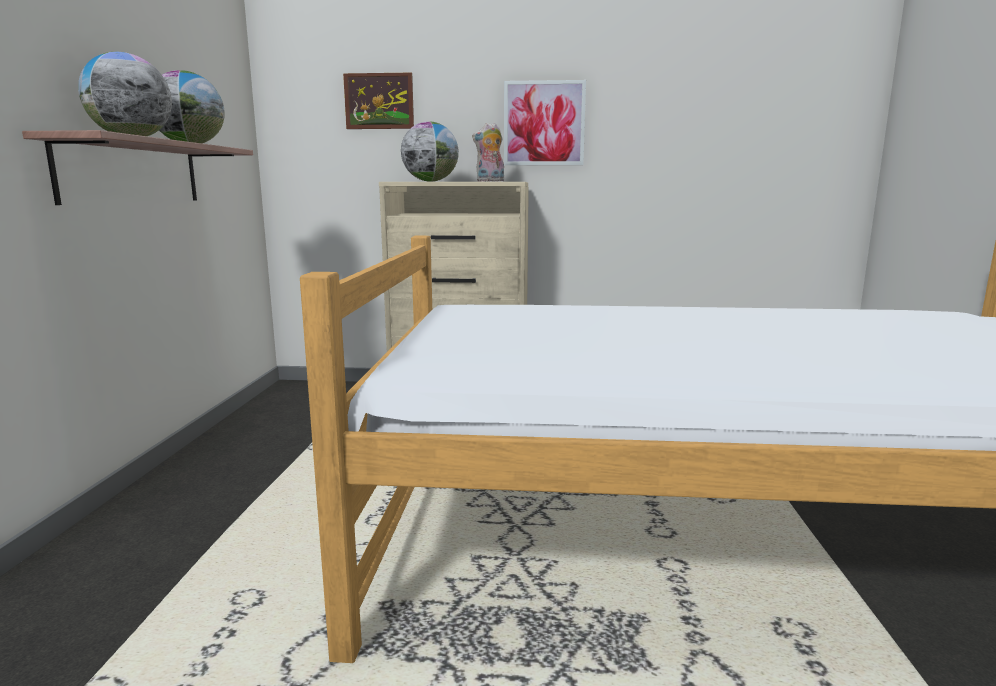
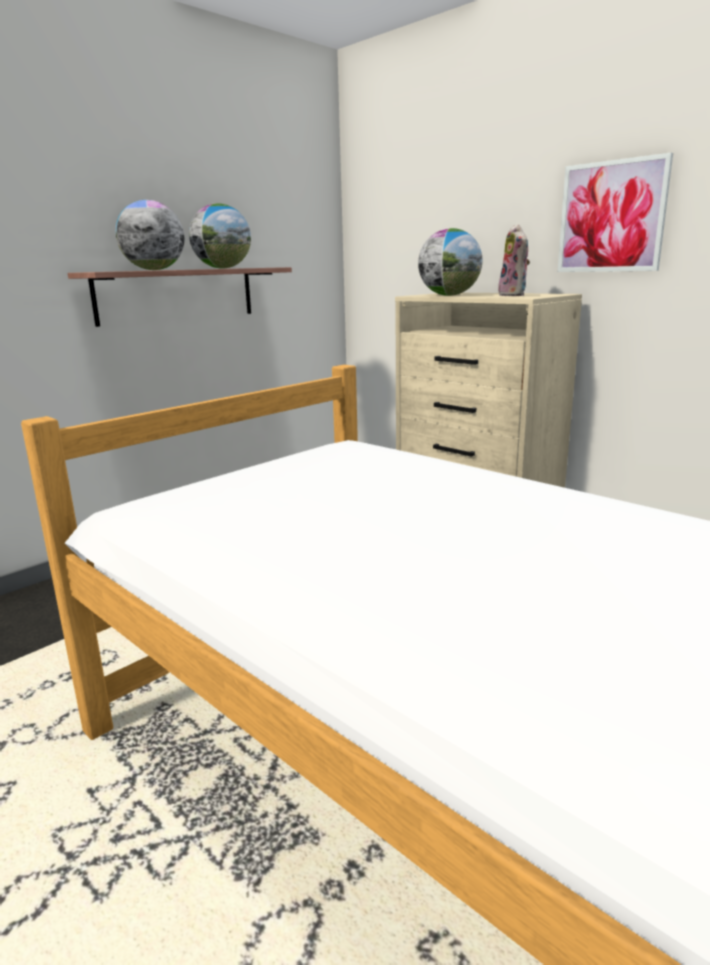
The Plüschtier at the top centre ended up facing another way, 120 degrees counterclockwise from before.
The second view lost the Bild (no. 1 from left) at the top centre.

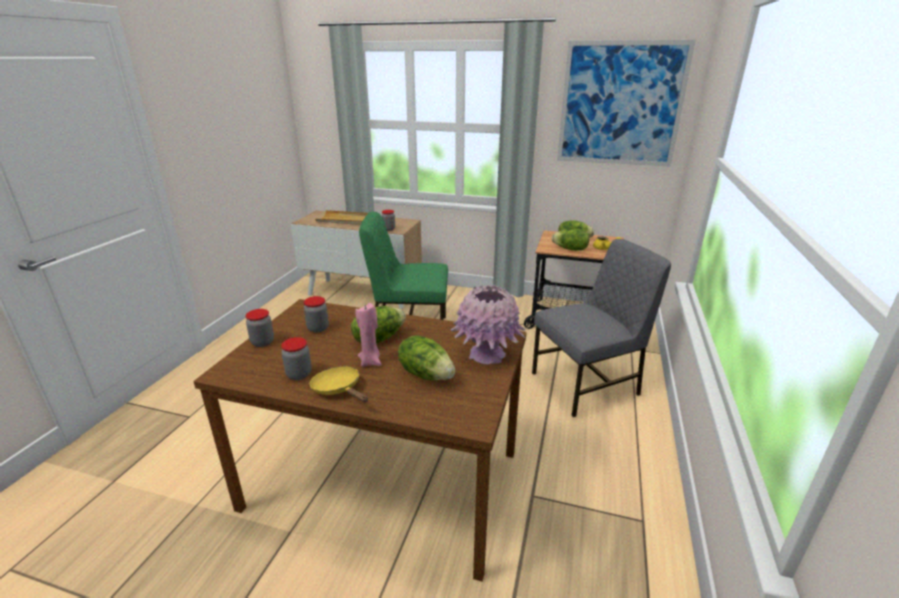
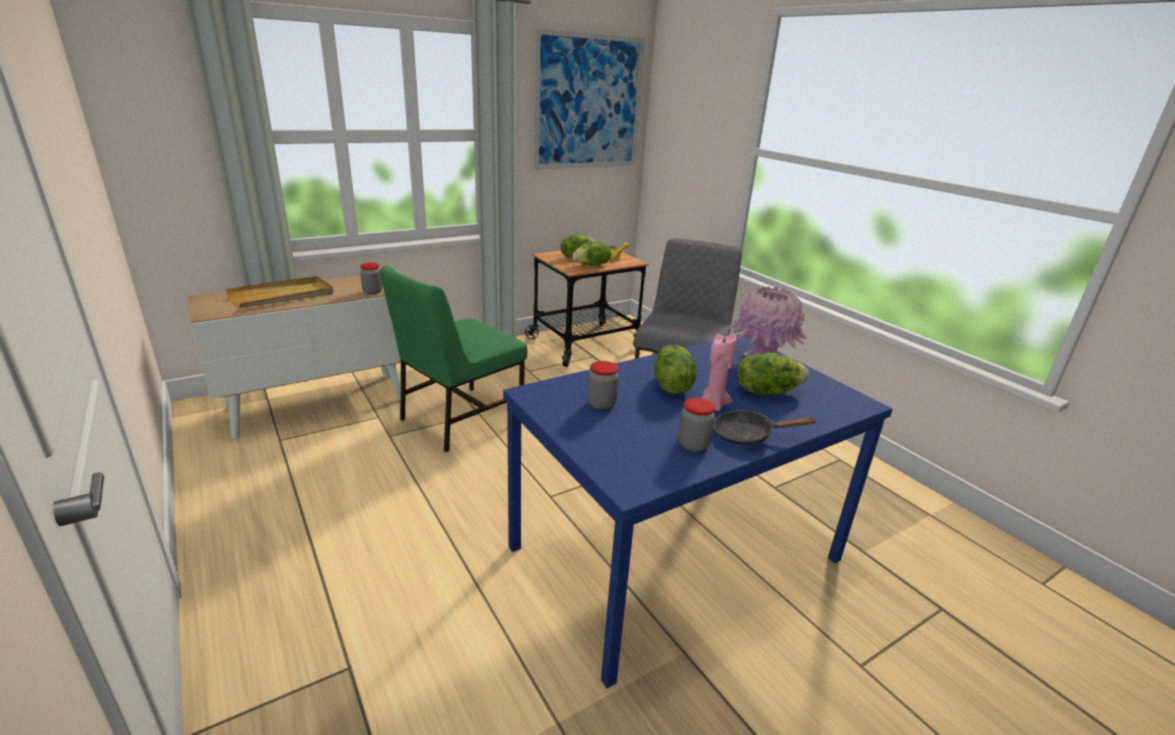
What was the Esstisch/braun at the bottom centre turned into the Esstisch/blau at the bottom centre.
What was the Pfanne/gelb at the centre turned into the Pfanne/schwarz at the centre.
The second view lost the Vorratsglas (no. 1 from left) at the middle left.

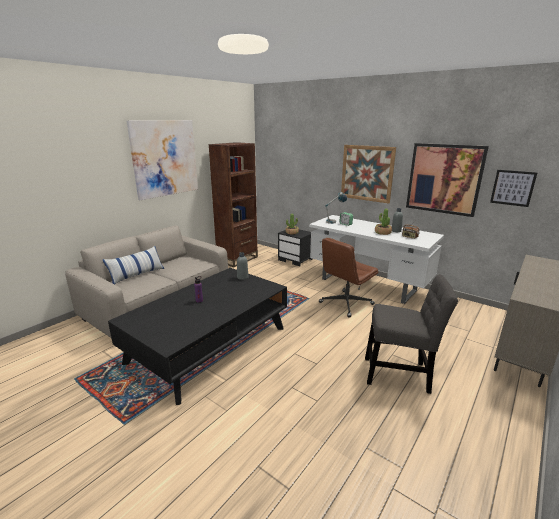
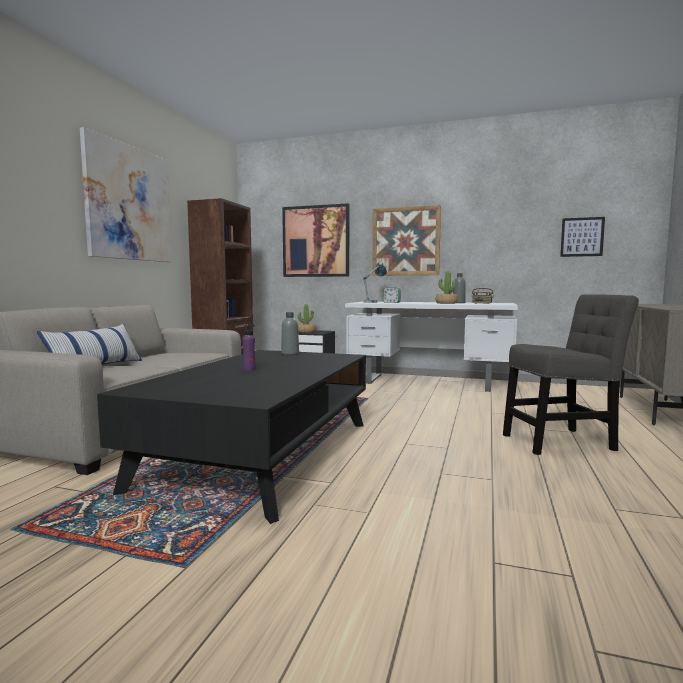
The Bild (no. 3 from left in the first image) ended up elsewhere, having gone from the middle right to the centre.
The second view lost the Bürostuhl/braun at the centre.

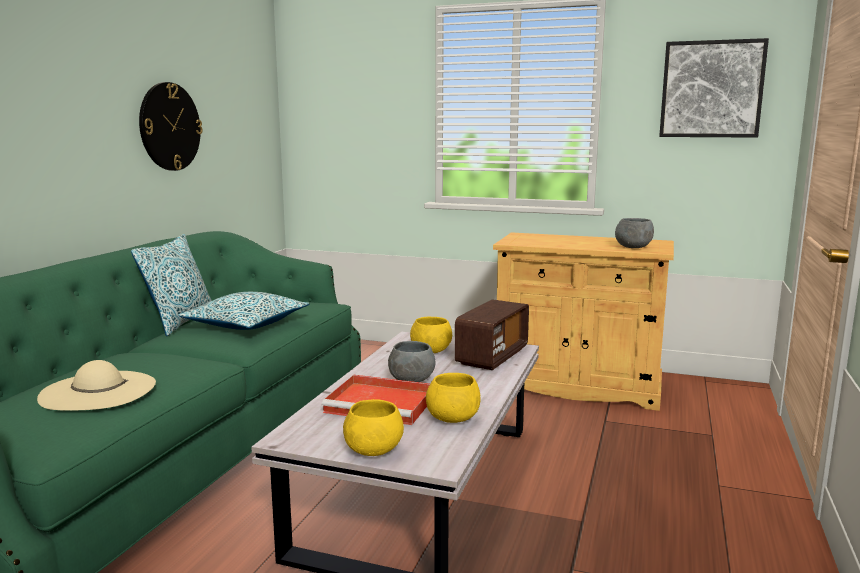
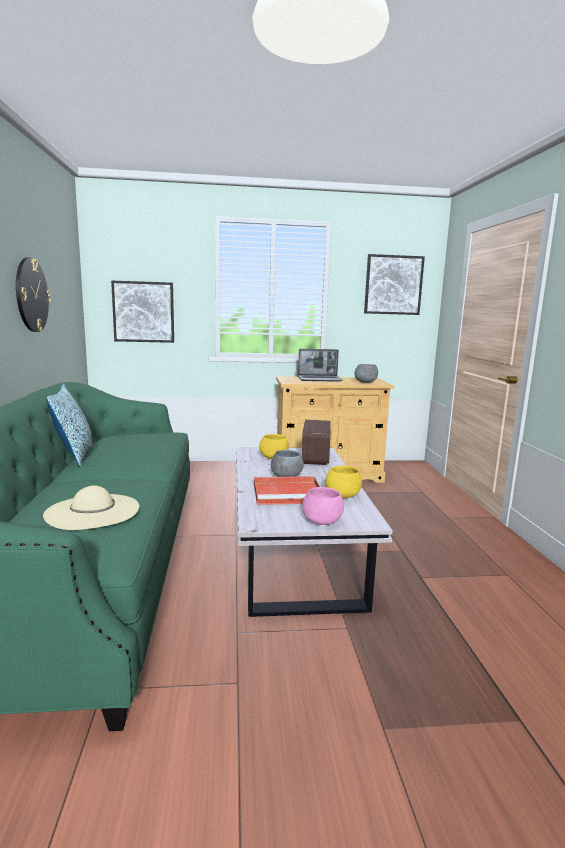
The second view gained the Bild (no. 1 from left) at the middle left.
The second view gained the Laptop at the centre.
What was the Schüssel/gelb (no. 1 from left) at the bottom centre turned into the Schüssel/rosa at the centre.
The second view lost the Kissen (no. 2 from left) at the middle left.

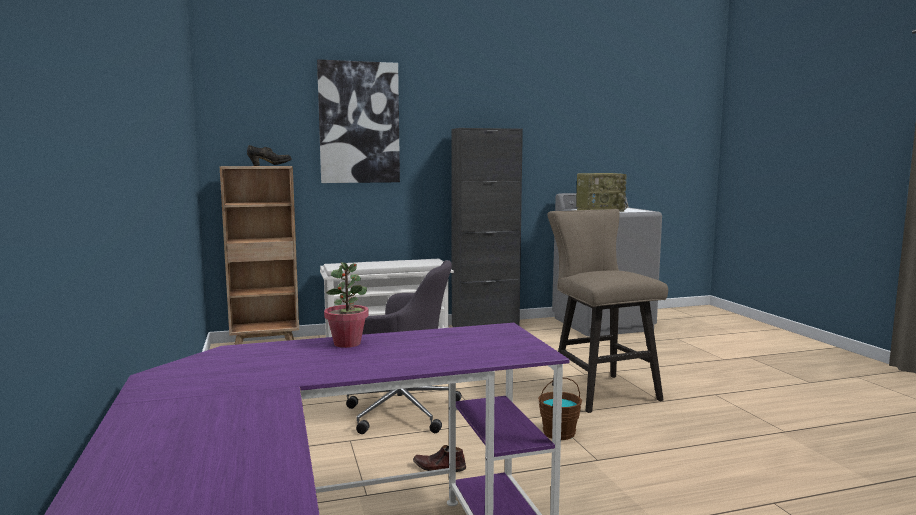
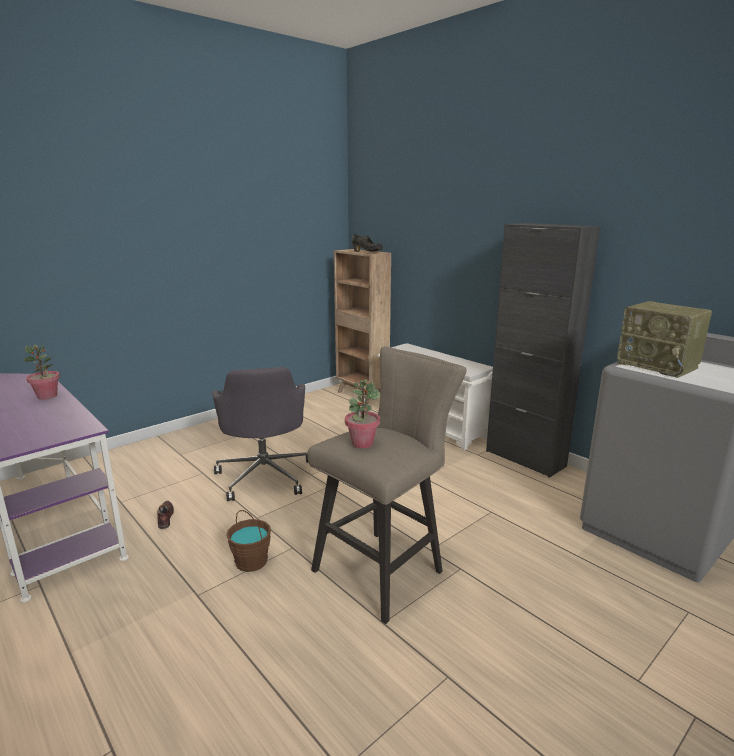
The second view gained the Topfpflanze (no. 2 from left) at the centre.
The second view lost the Bild at the top centre.

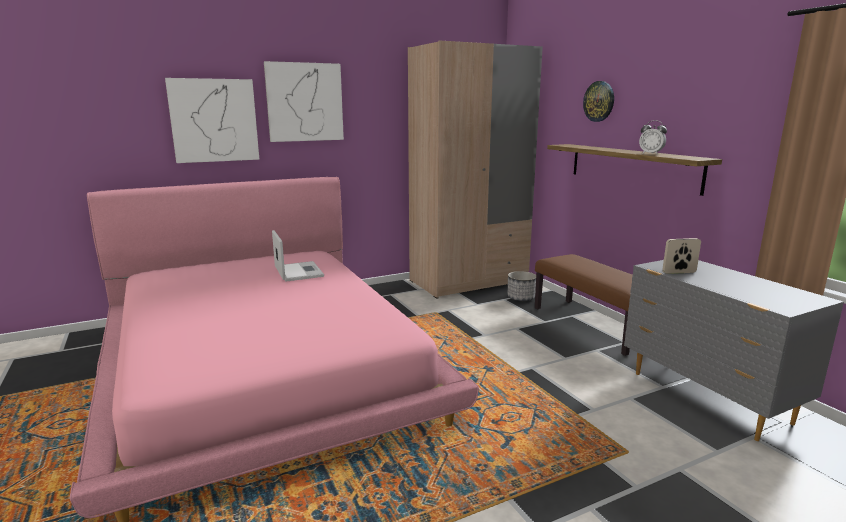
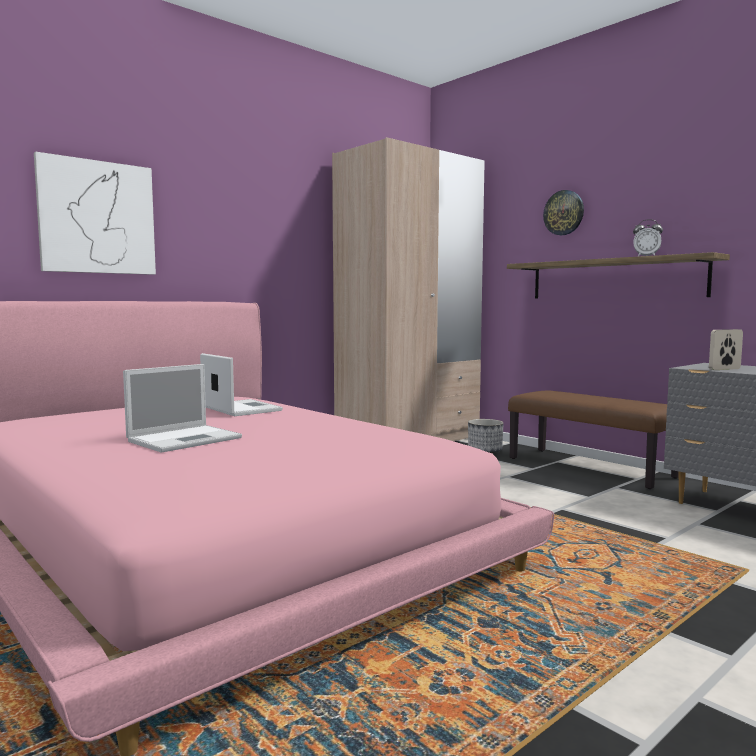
The second view gained the Laptop (no. 1 from left) at the middle left.
The second view lost the Bild (no. 2 from left) at the top centre.

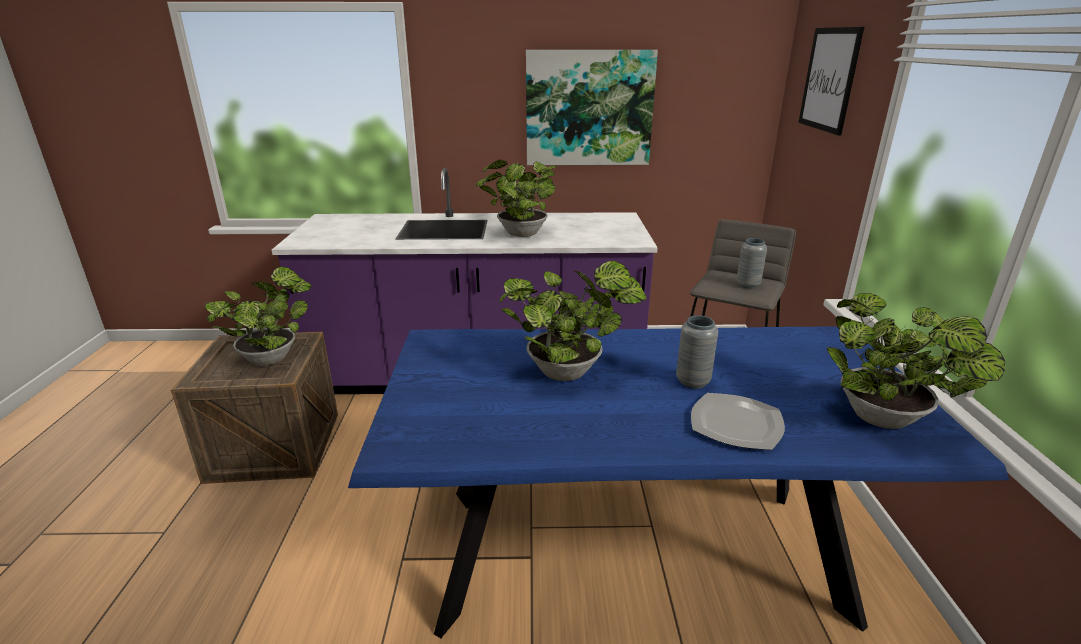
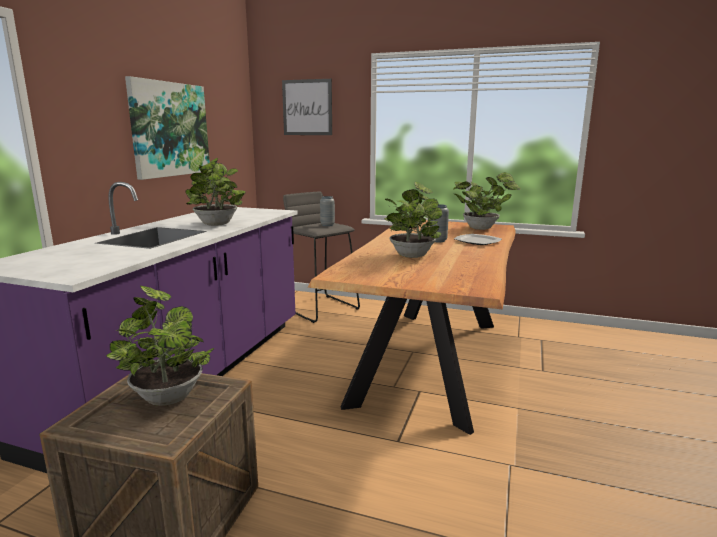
What was the Esstisch/blau at the bottom centre turned into the Esstisch/braun at the centre.

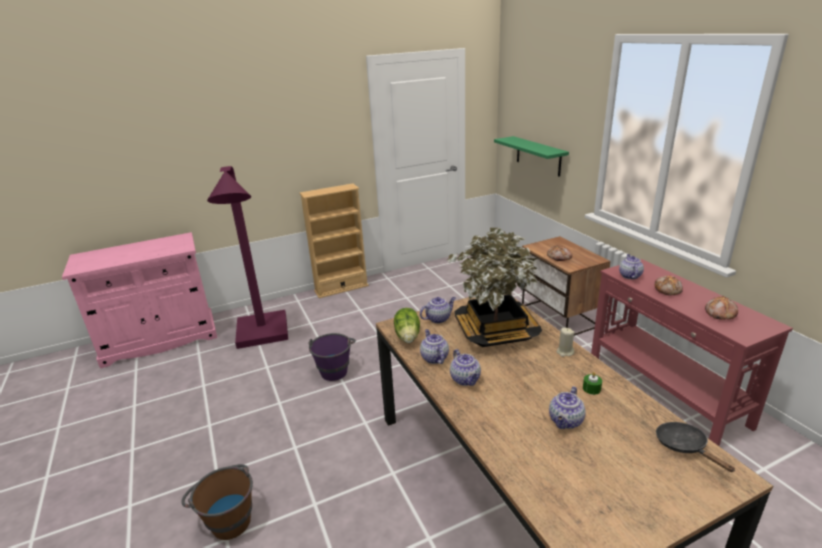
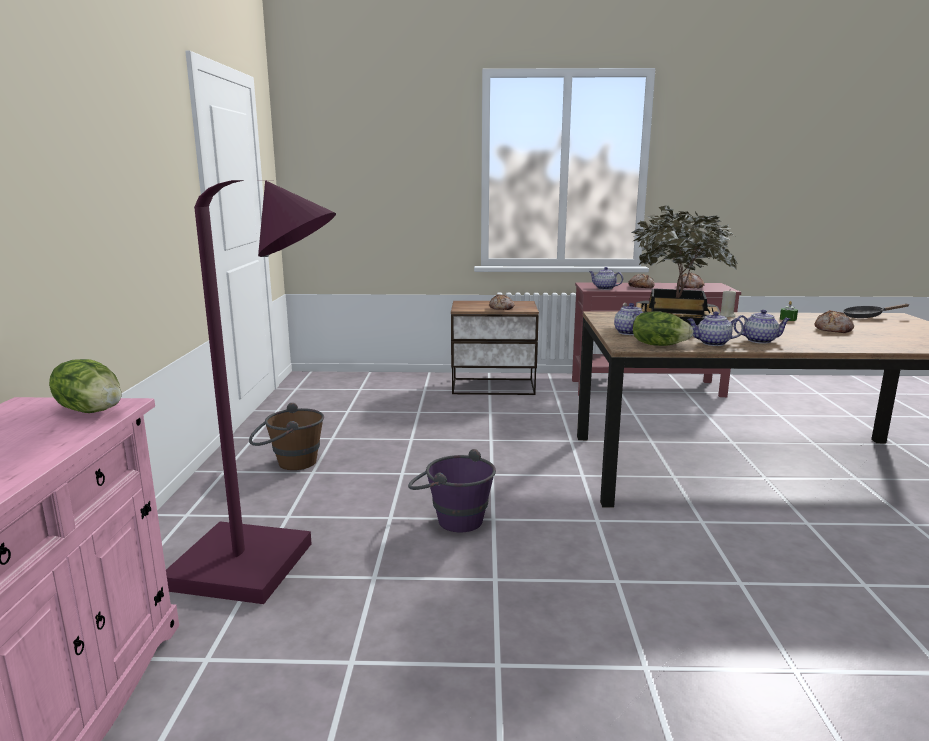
The second view gained the Salatkopf (no. 1 from left) at the middle left.
The Eimer/braun ended up elsewhere, having gone from the bottom left to the middle left.
Where the Teekanne (no. 4 from left) stood at the bottom right, the Brot (no. 4 from left) came to stand at the middle right.
The second view lost the Bücherregal/beige at the centre.
The second view lost the Wandregal/grün at the top centre.

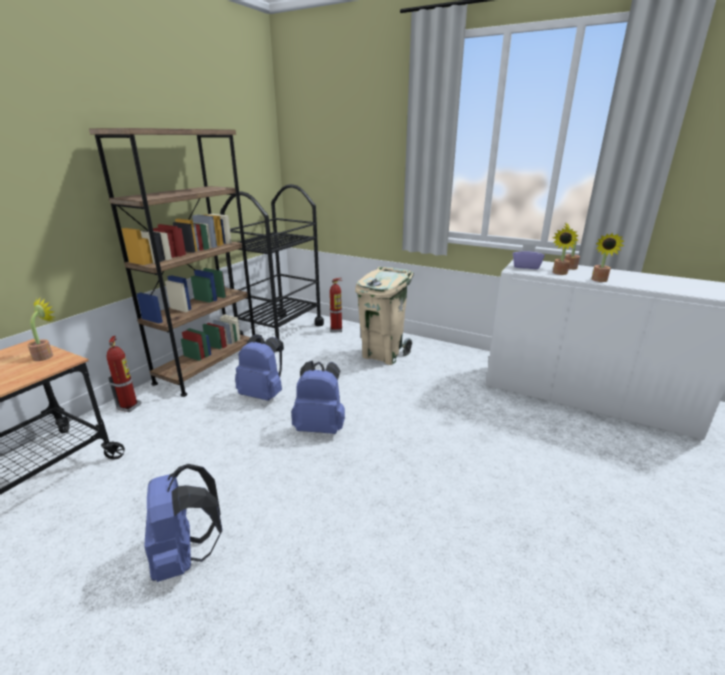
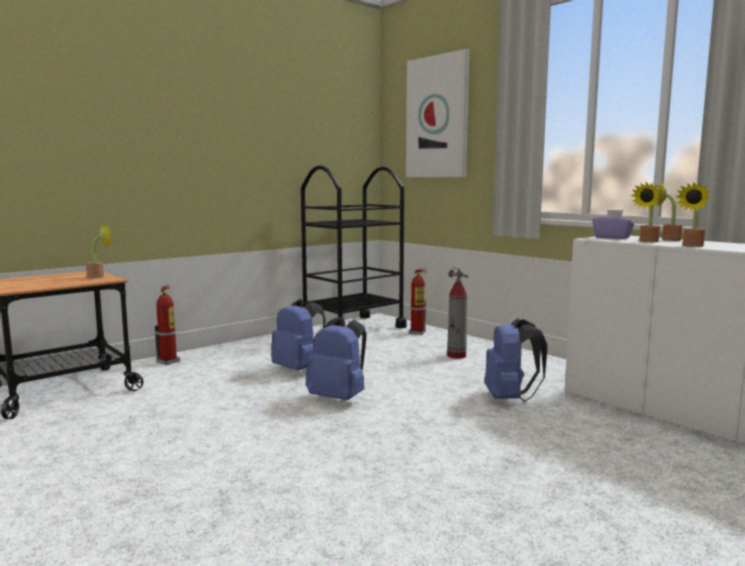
The second view gained the Bild at the top centre.
Where the Mülleimer/beige stood at the centre, the Feuerlöscher (no. 3 from left) came to stand at the centre.
The Rucksack/blau (no. 1 from left in the first image) ended up elsewhere, having gone from the bottom left to the middle right.
The second view lost the Bücherregal/braun at the middle left.

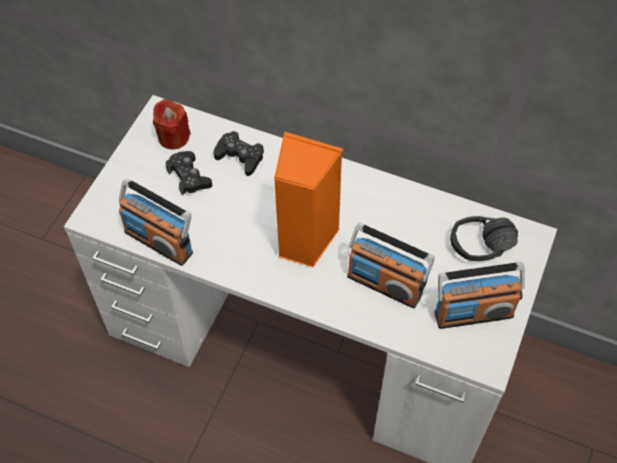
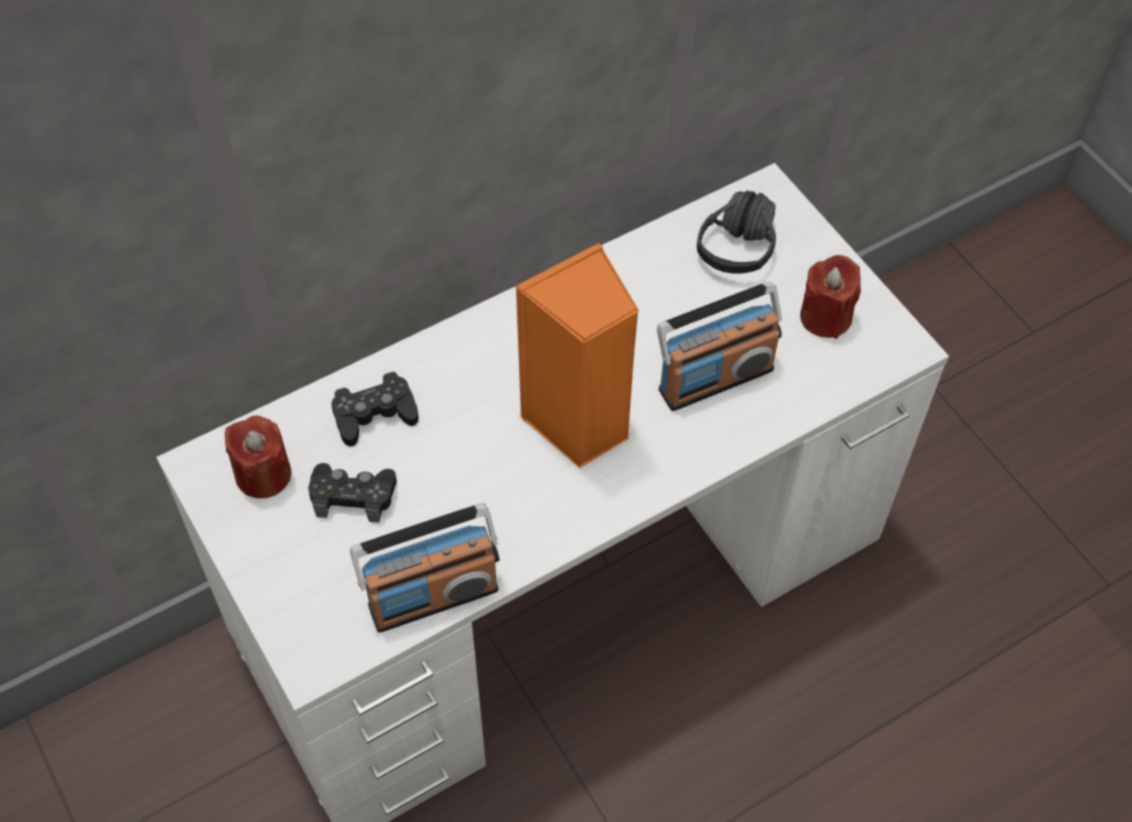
Where the Radio (no. 3 from left) stood at the middle right, the Kerze/rot (no. 2 from left) came to stand at the middle right.

